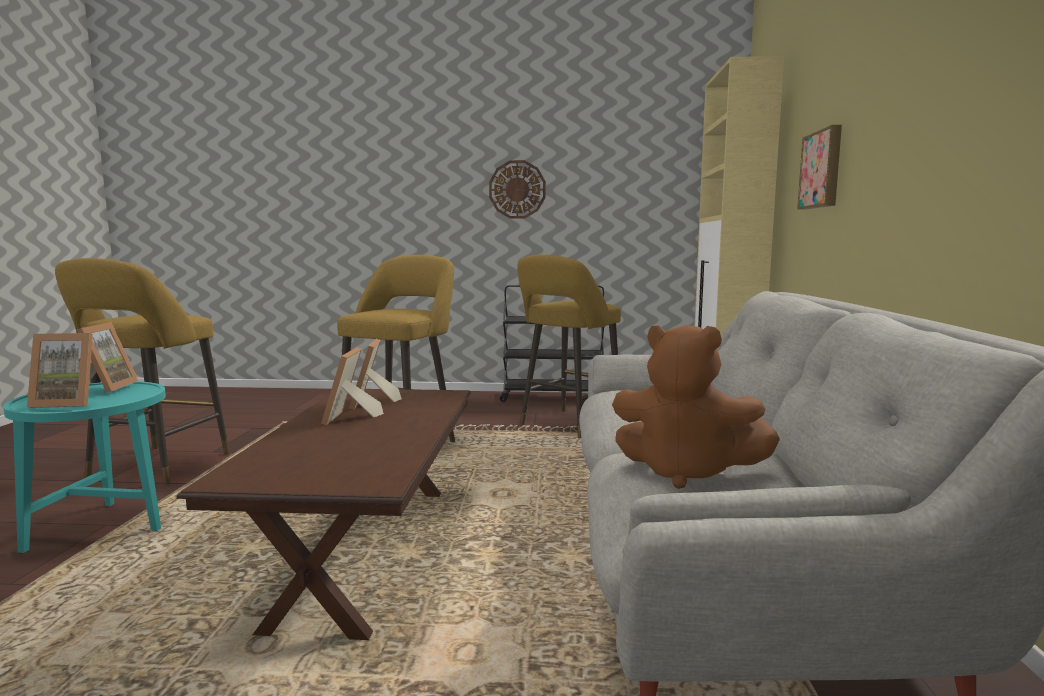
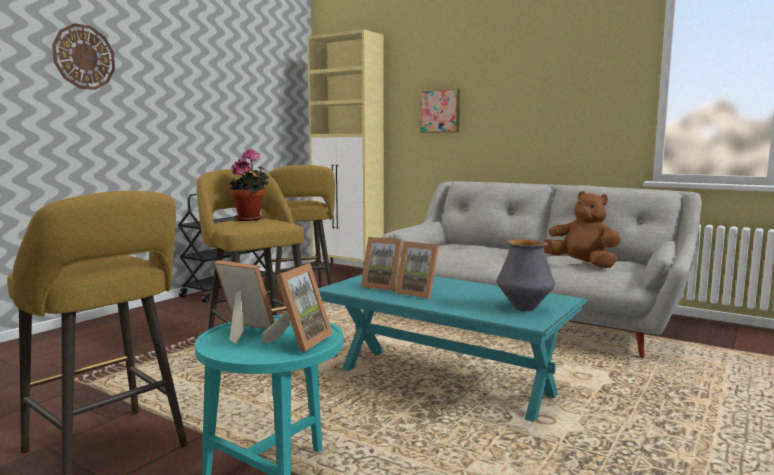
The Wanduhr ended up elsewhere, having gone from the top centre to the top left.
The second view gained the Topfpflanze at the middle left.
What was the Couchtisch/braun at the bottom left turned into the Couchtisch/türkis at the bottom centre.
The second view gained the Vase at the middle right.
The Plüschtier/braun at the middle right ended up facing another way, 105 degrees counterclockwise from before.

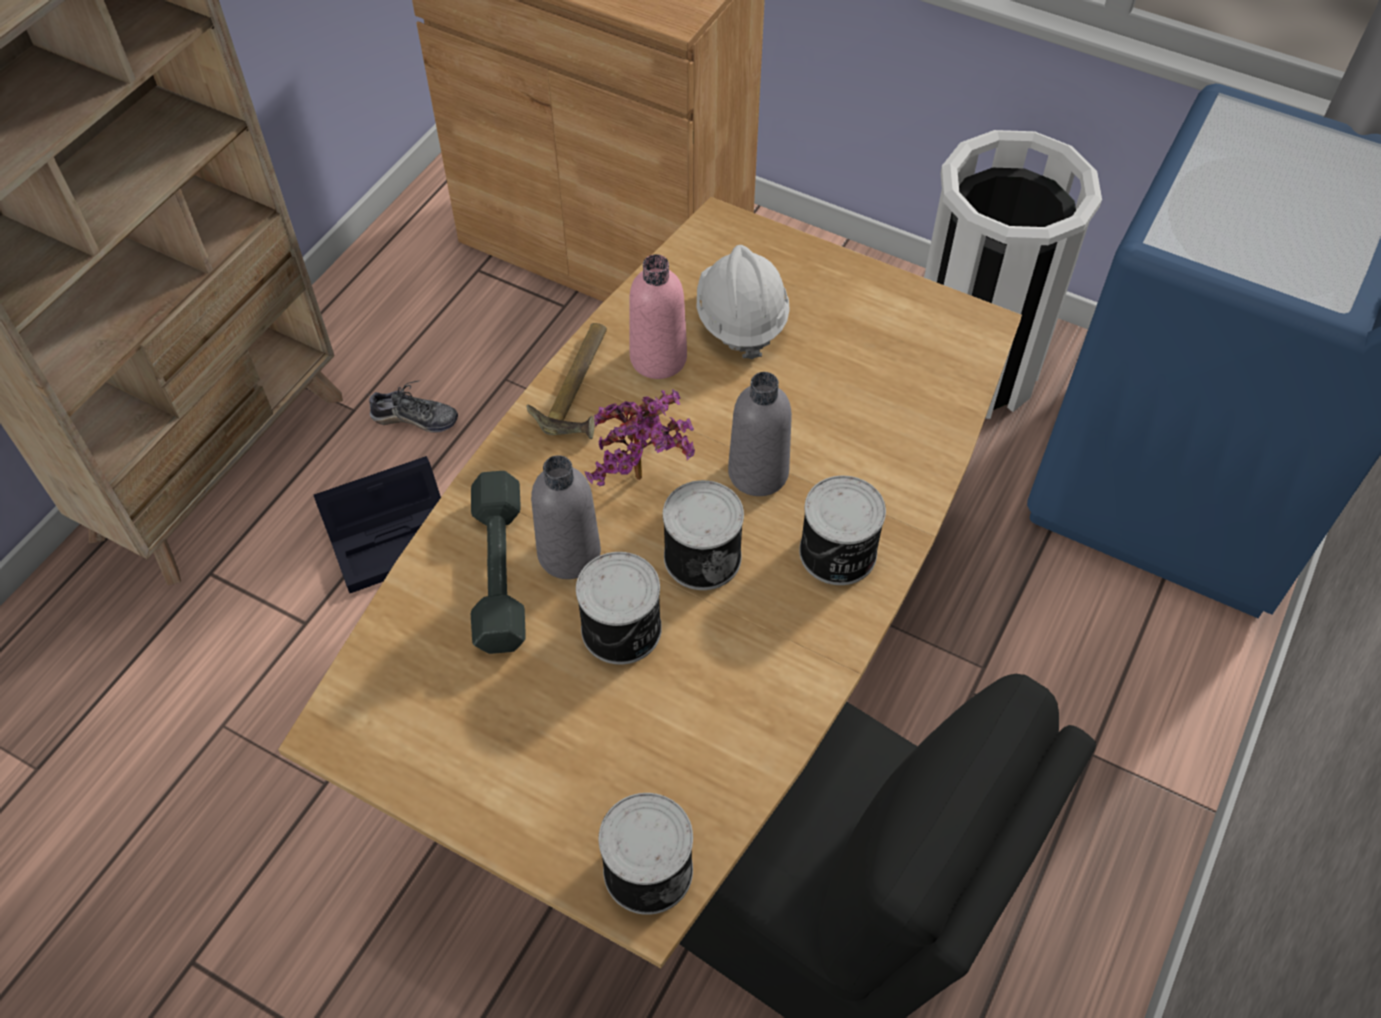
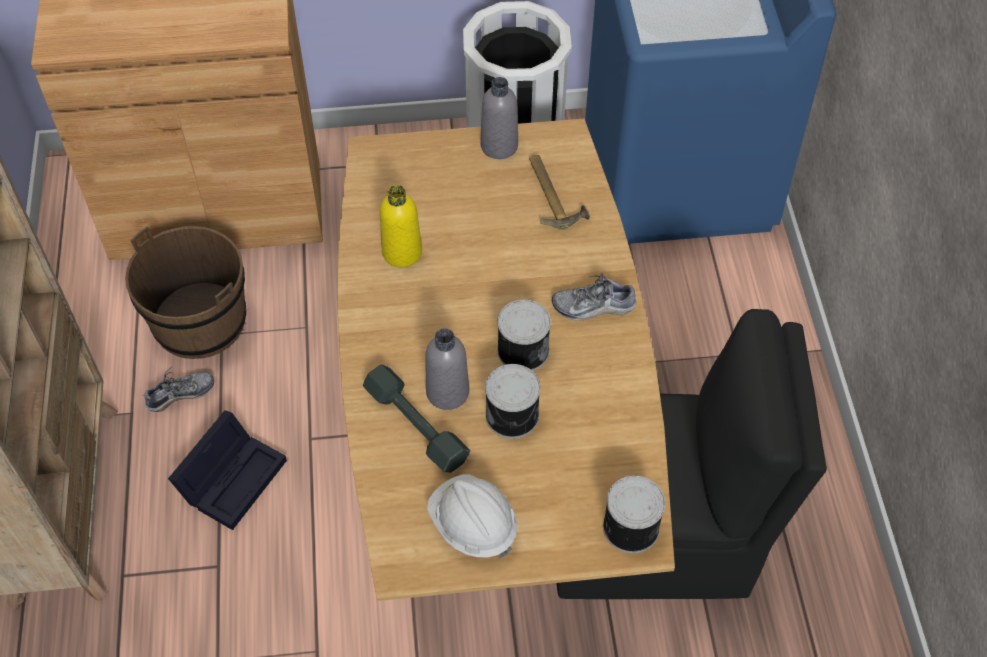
The second view gained the Eimer/braun at the middle left.
What was the Flasche/rosa at the top centre turned into the Flasche/gelb at the centre.
The Schutzhelm/weiß ended up elsewhere, having gone from the top centre to the bottom centre.
The Flasche/grau (no. 2 from left) ended up elsewhere, having gone from the centre to the top centre.
The Hammer ended up elsewhere, having gone from the centre to the top centre.
Where the Dose (no. 4 from left) stood at the centre, the Schuh (no. 2 from left) came to stand at the centre.
The second view lost the Topfpflanze at the centre.

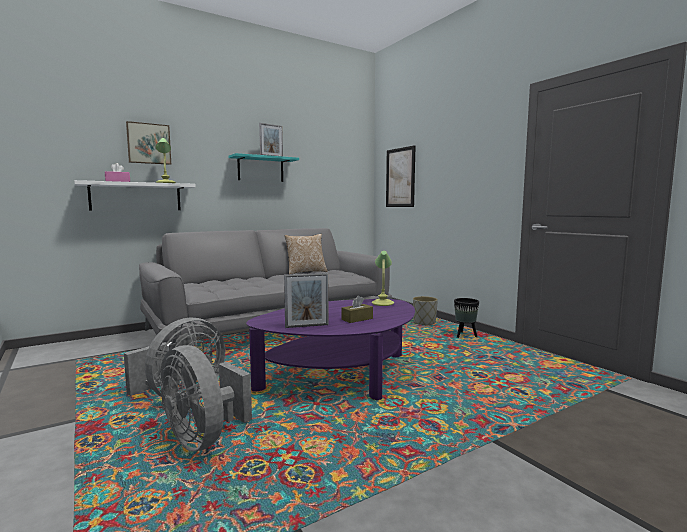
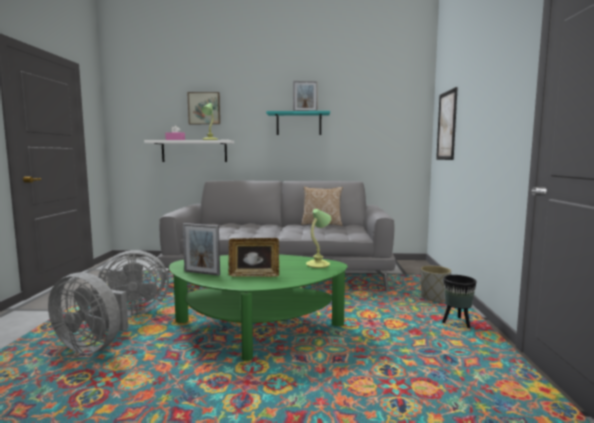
The Ventilator/grau (no. 2 from left in the first image) at the bottom left ended up facing another way, 60 degrees counterclockwise from before.
What was the Couchtisch/lila at the centre turned into the Couchtisch/grün at the bottom centre.
Where the Taschentuchbox/braun stood at the centre, the Bilderrahmen (no. 2 from left) came to stand at the centre.

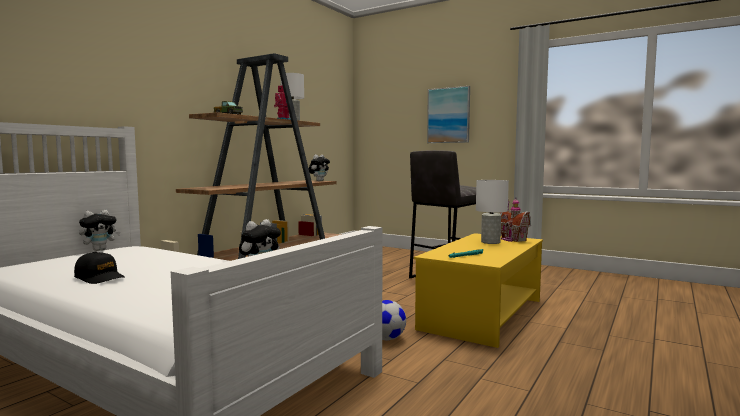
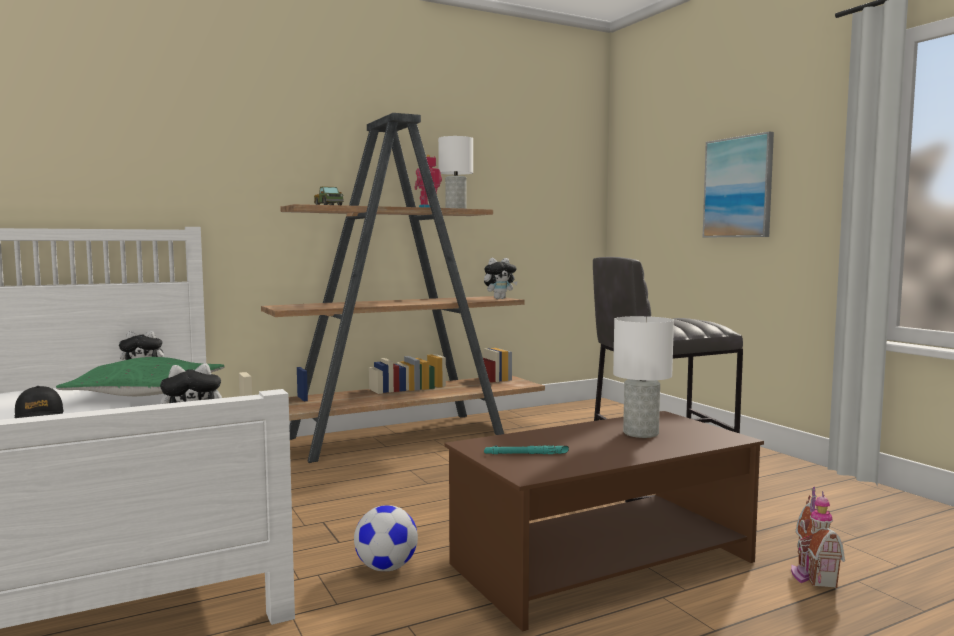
The second view gained the Kissen/grün at the middle left.
What was the Couchtisch/gelb at the bottom centre turned into the Couchtisch/braun at the bottom centre.
The Spielzeughaus ended up elsewhere, having gone from the middle right to the bottom right.

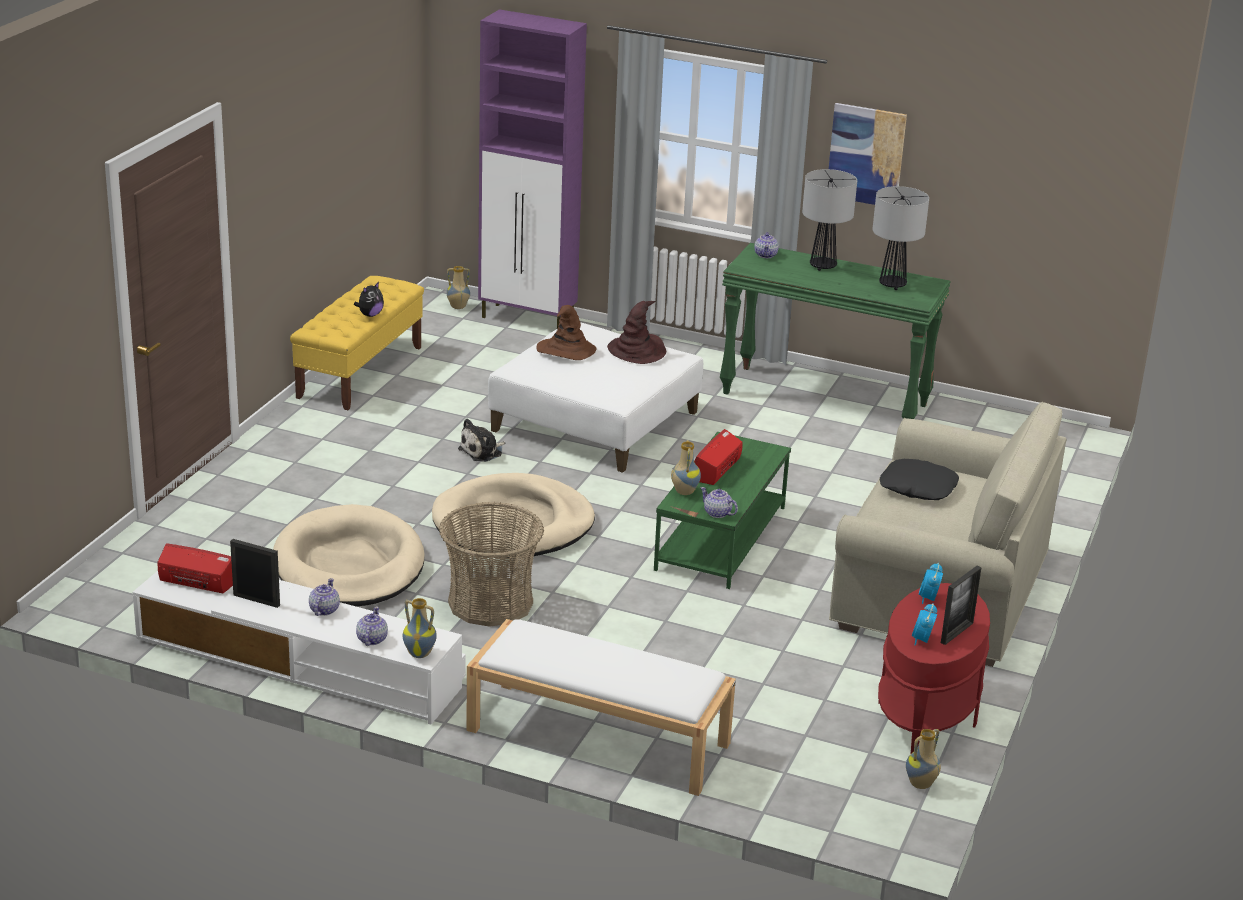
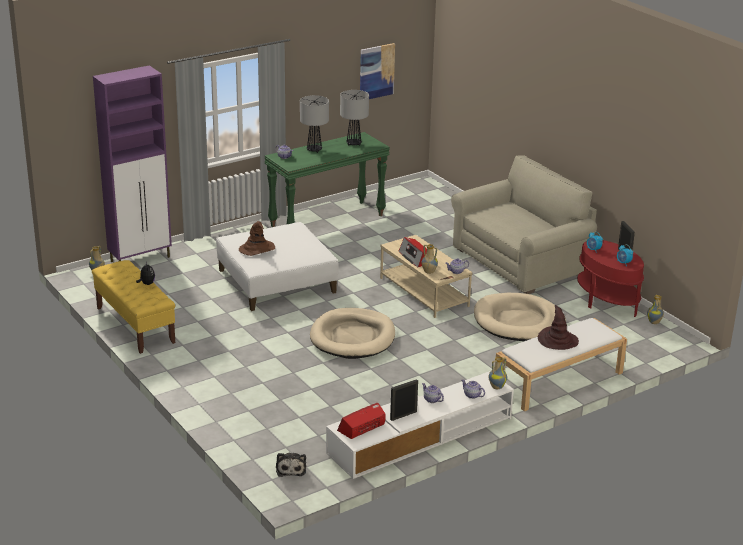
The Plüschtier (no. 2 from left) ended up elsewhere, having gone from the centre to the bottom centre.
The Bild ended up elsewhere, having gone from the top right to the top centre.
What was the Couchtisch/grün at the centre turned into the Couchtisch/beige at the centre.
The Hundebett/beige (no. 1 from left in the first image) ended up elsewhere, having gone from the middle left to the middle right.
The Hut/braun (no. 2 from left) ended up elsewhere, having gone from the centre to the middle right.
The second view lost the Korb at the centre.
The second view lost the Kissen/schwarz at the middle right.

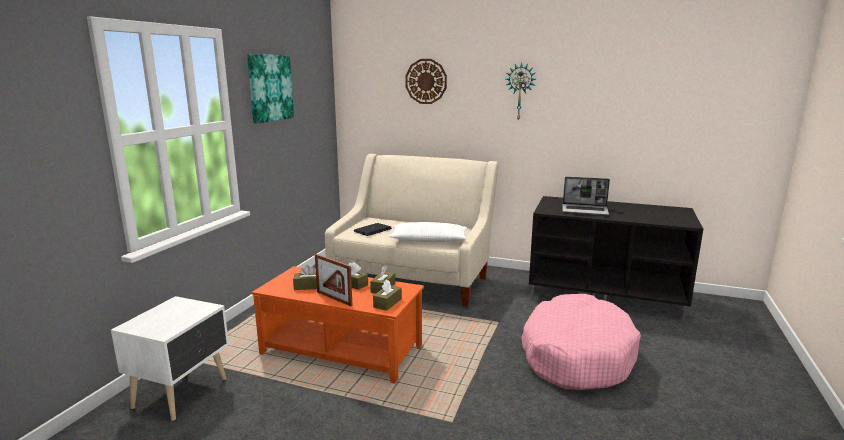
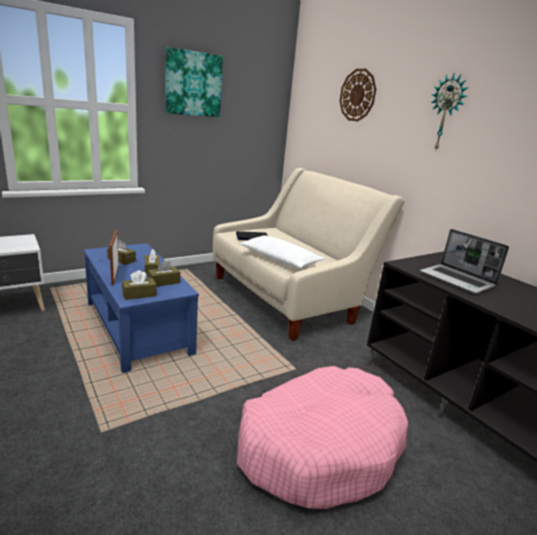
What was the Couchtisch/orange at the bottom centre turned into the Couchtisch/blau at the middle left.

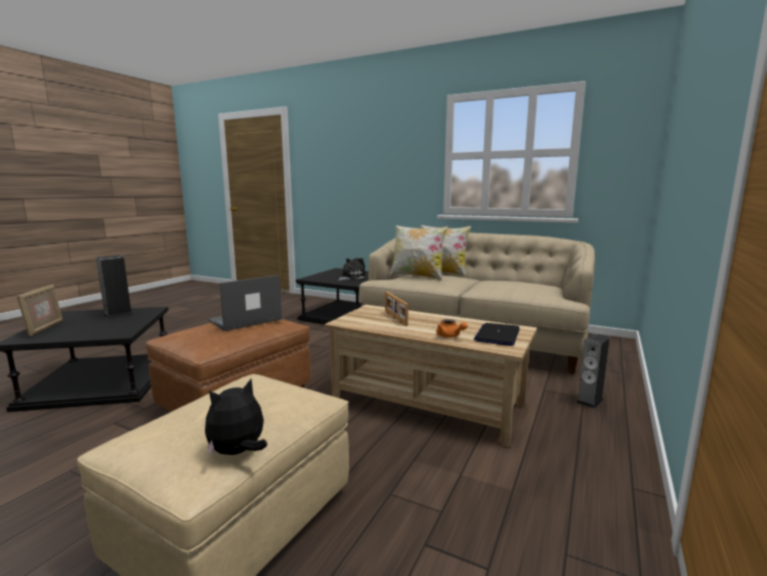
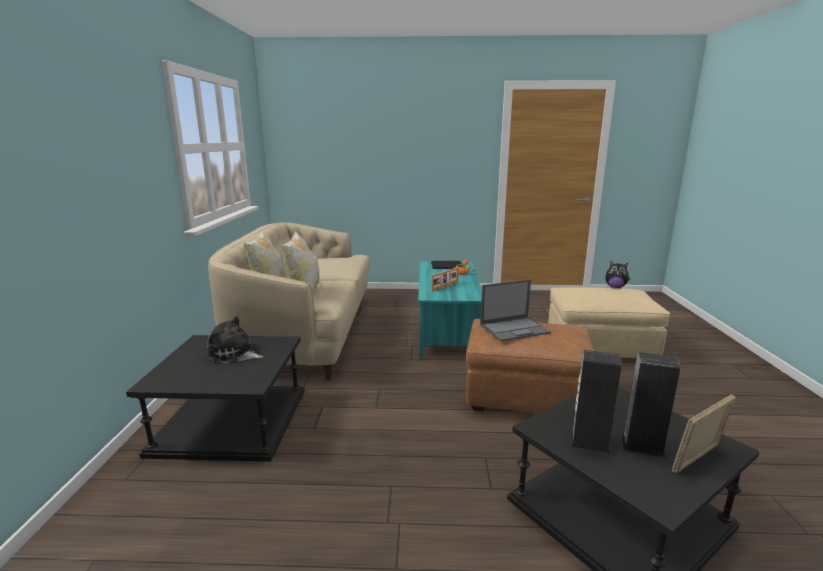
What was the Couchtisch/beige at the centre turned into the Couchtisch/türkis at the centre.
The Laptop (no. 1 from left in the first image) at the middle left ended up facing another way, 45 degrees counterclockwise from before.
The Lautsprecher (no. 2 from left) ended up elsewhere, having gone from the middle right to the bottom right.

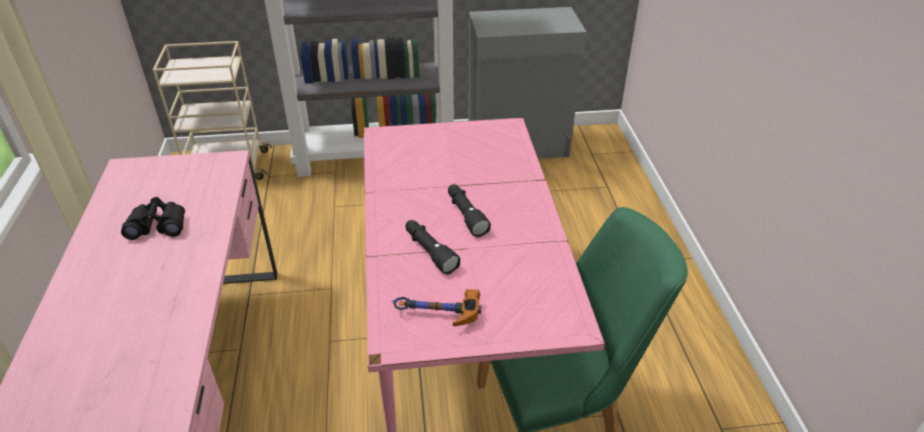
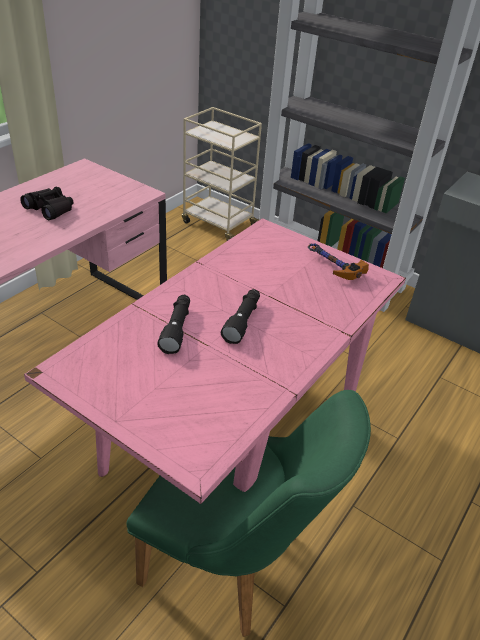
The Hammer ended up elsewhere, having gone from the bottom centre to the middle right.

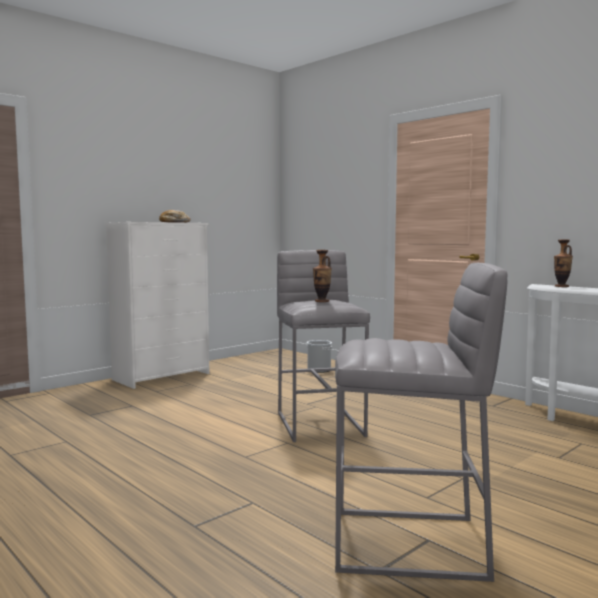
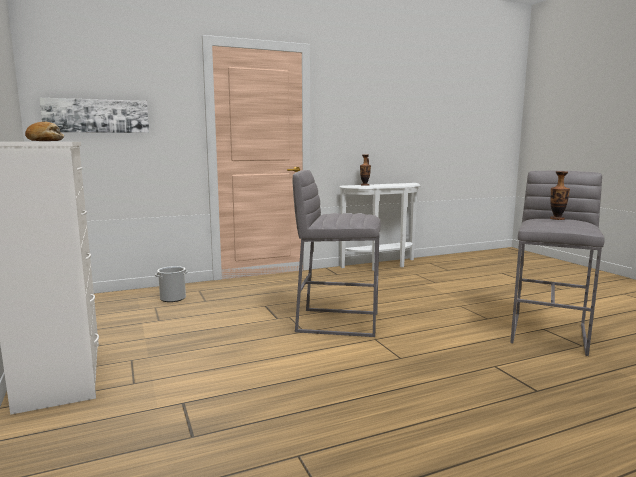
The second view gained the Bild at the top left.
The Vase (no. 1 from left in the first image) ended up elsewhere, having gone from the centre to the middle right.

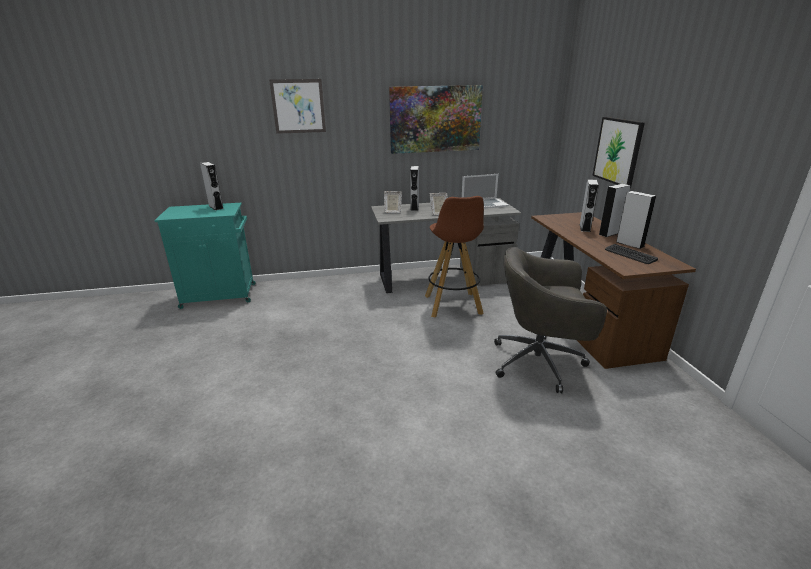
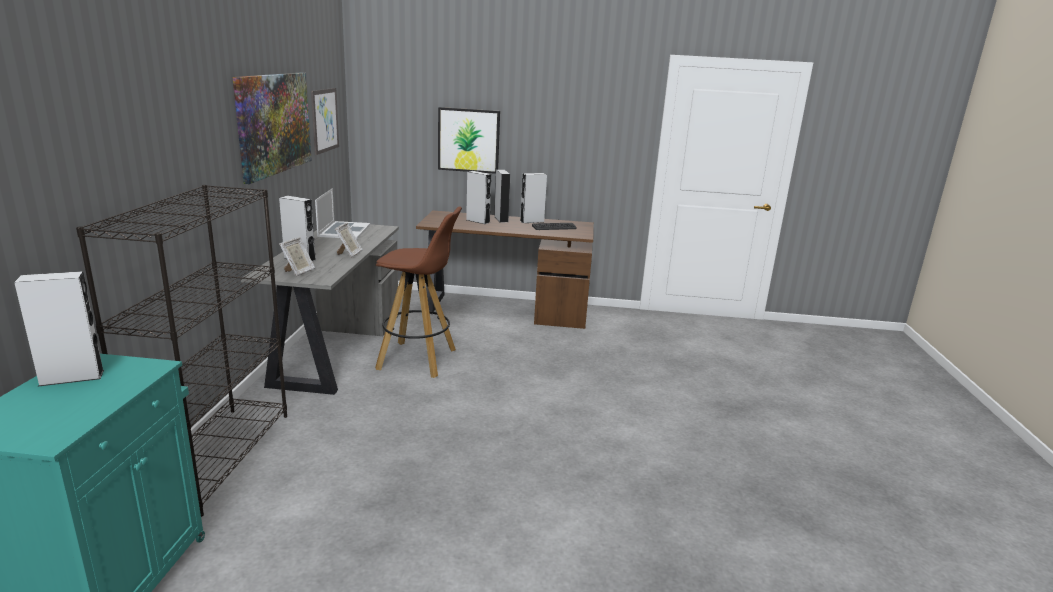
The second view gained the Bücherregal/schwarz at the middle left.
The Bild (no. 1 from left in the first image) ended up elsewhere, having gone from the top centre to the top left.
The second view lost the Bürostuhl/grau at the middle right.

